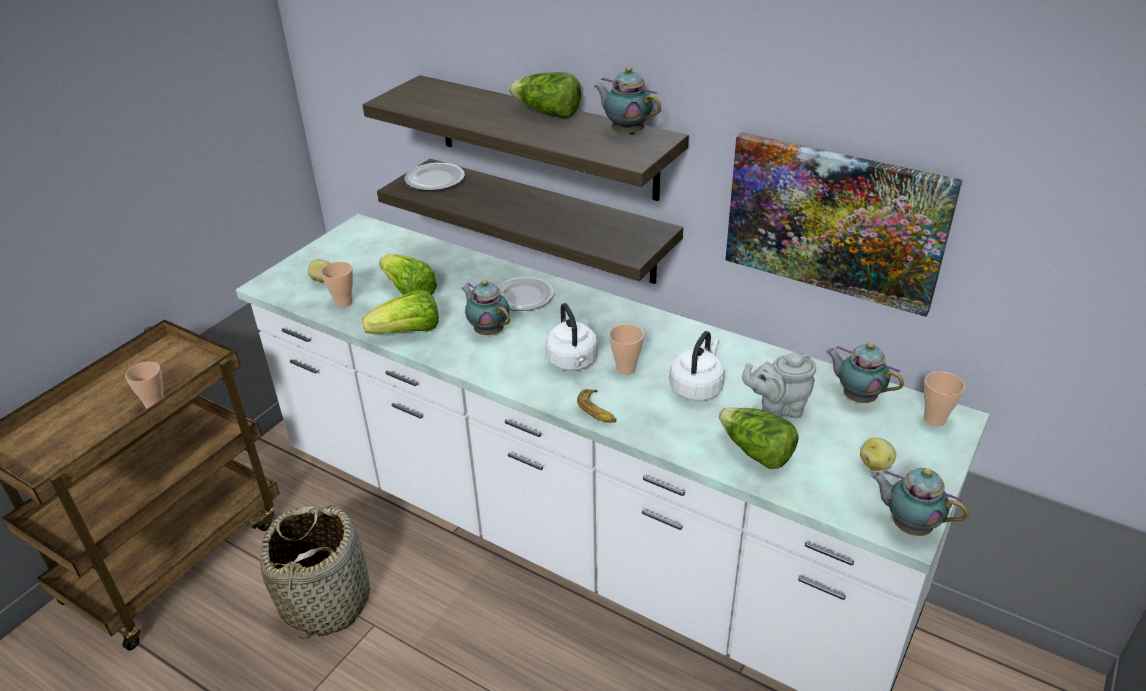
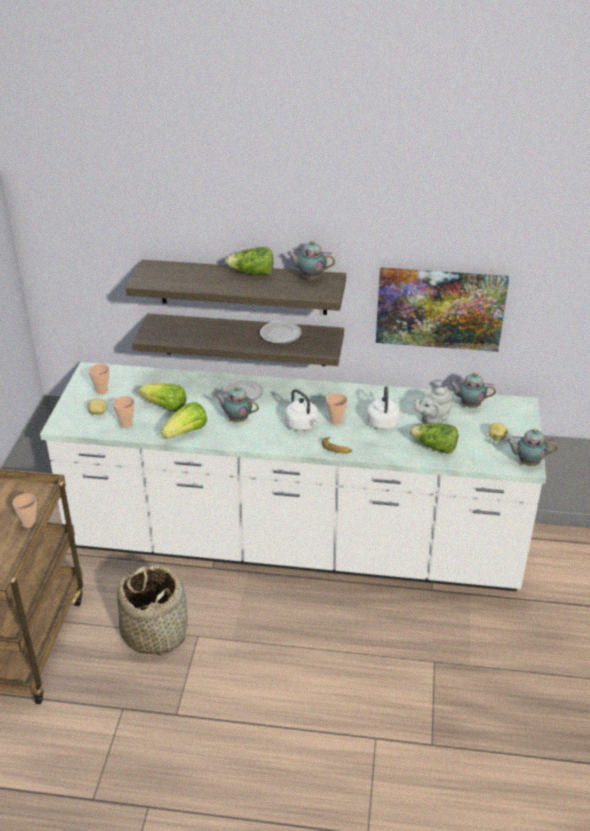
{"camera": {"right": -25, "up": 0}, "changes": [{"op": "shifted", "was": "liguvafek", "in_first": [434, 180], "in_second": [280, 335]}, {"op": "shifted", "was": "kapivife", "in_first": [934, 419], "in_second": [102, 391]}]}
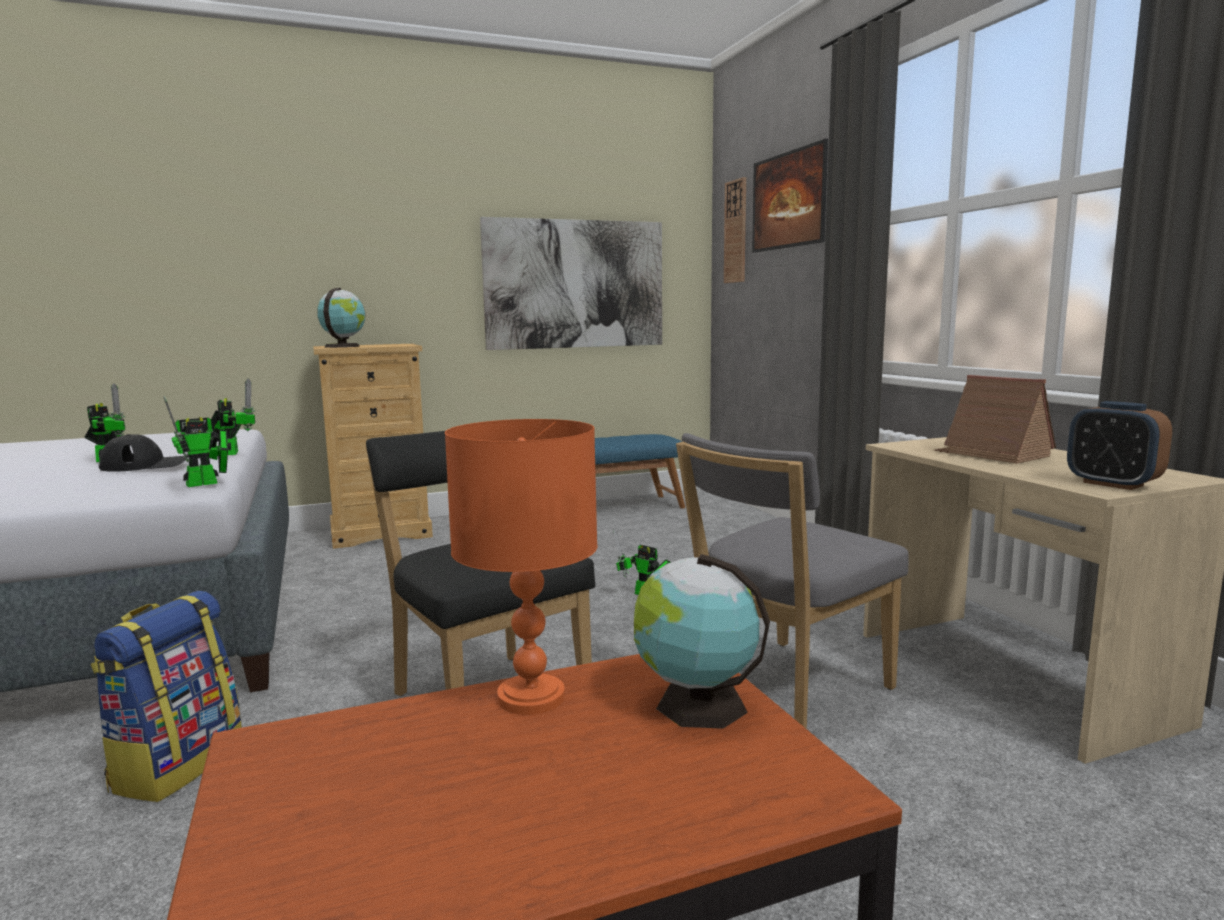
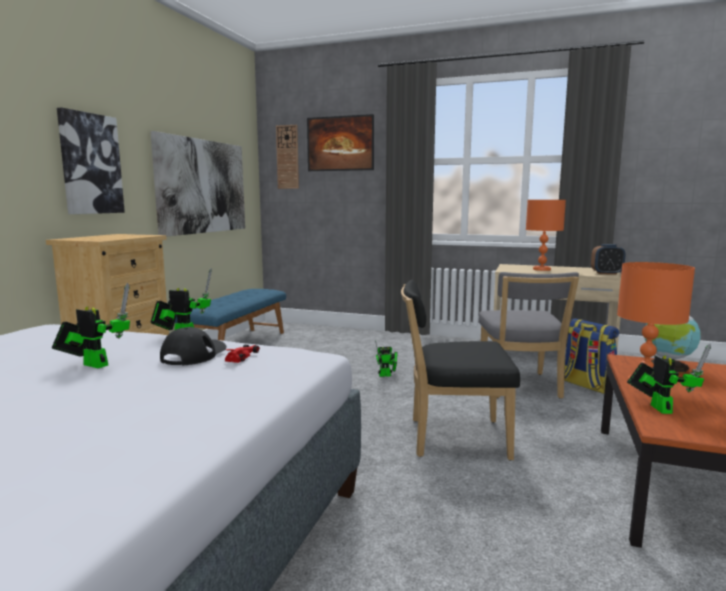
{"camera": {"right": -50, "up": 0}, "changes": [{"op": "gone", "was": "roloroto", "in_first": [343, 346]}, {"op": "swapped", "was": "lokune", "now": "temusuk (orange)", "in_first": [992, 454], "in_second": [541, 269]}, {"op": "shifted", "was": "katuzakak", "in_first": [207, 483], "in_second": [659, 407]}, {"op": "shifted", "was": "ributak", "in_first": [177, 765], "in_second": [586, 385]}, {"op": "new", "now": "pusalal", "in_second": [90, 164]}, {"op": "new", "now": "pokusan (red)", "in_second": [244, 356]}]}
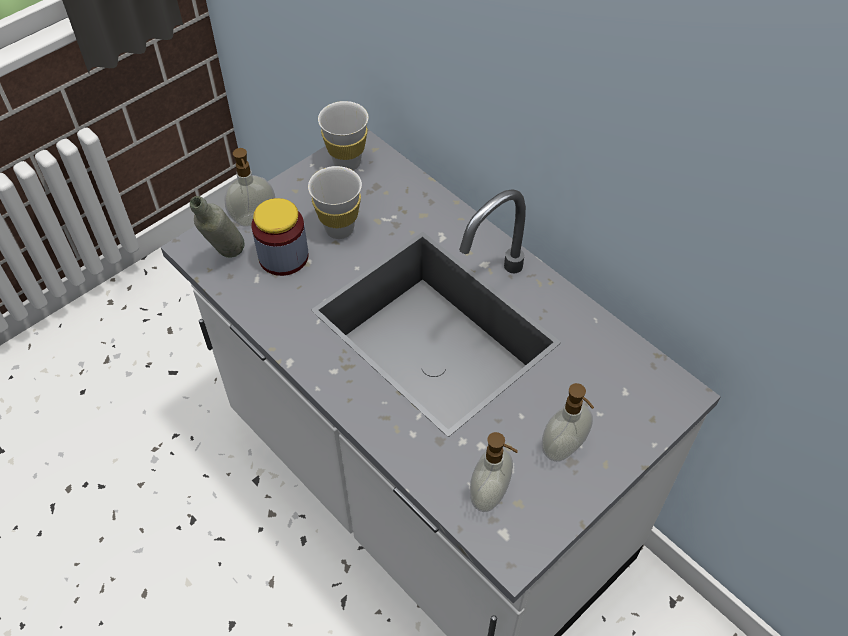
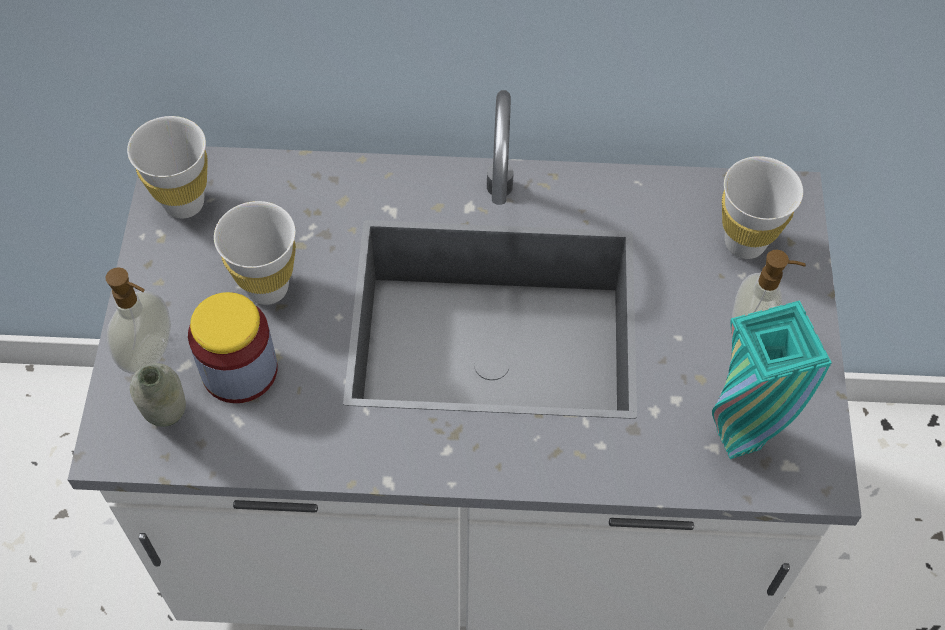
{"camera": {"right": -45, "up": 5}, "changes": [{"op": "swapped", "was": "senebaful", "now": "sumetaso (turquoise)", "in_first": [491, 495], "in_second": [738, 440]}, {"op": "new", "now": "kapivife (white)", "in_second": [745, 243]}]}
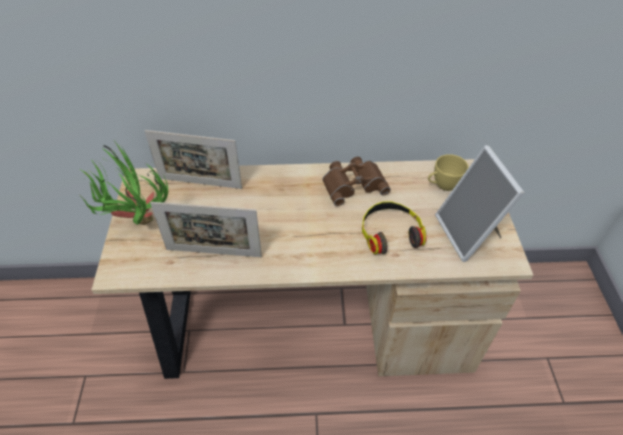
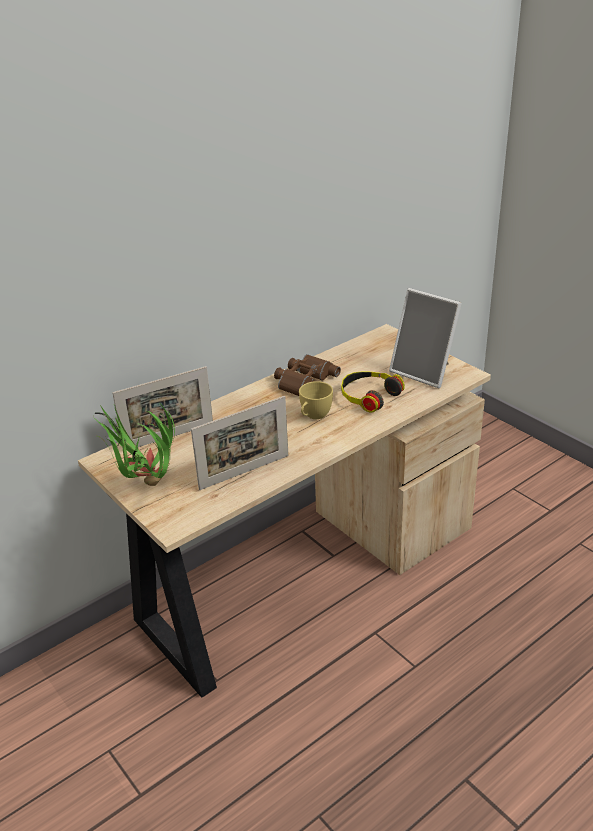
{"camera": {"right": -35, "up": -15}, "changes": [{"op": "shifted", "was": "kapivife (yellow)", "in_first": [442, 185], "in_second": [314, 416]}]}
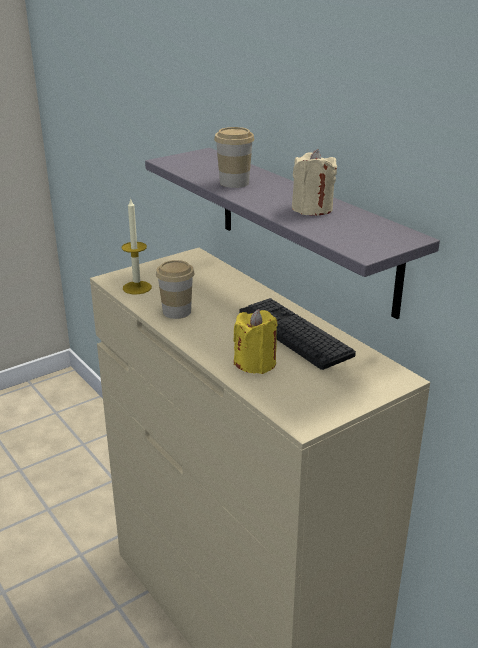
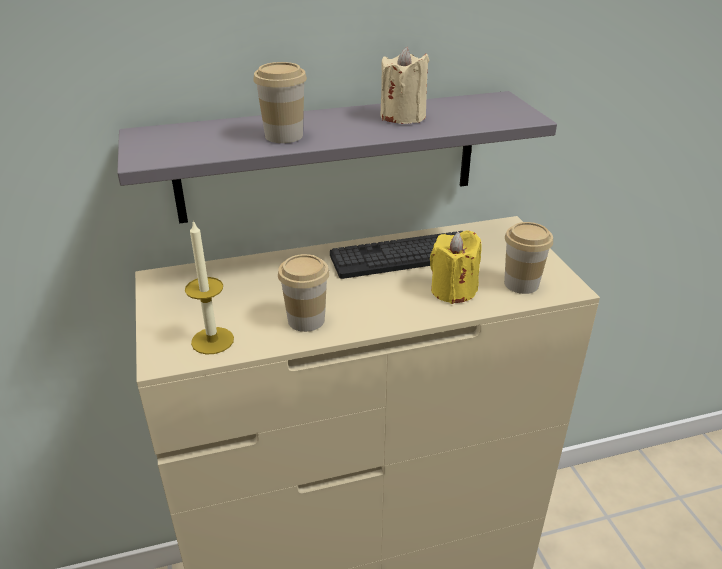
{"camera": {"right": -70, "up": 5}, "changes": [{"op": "new", "now": "kapivife", "in_second": [521, 284]}]}
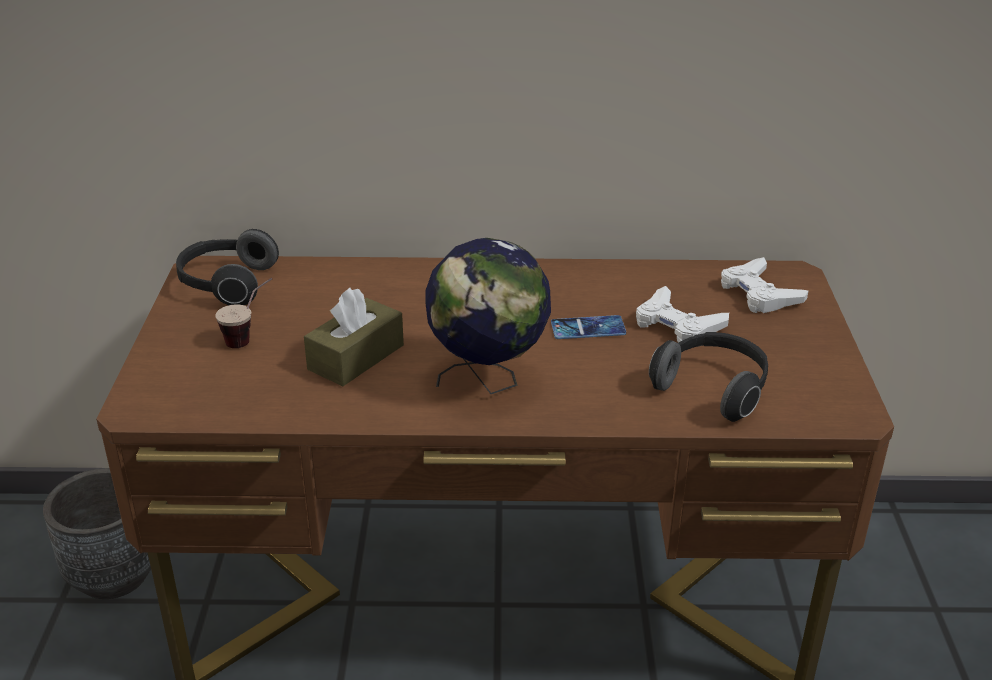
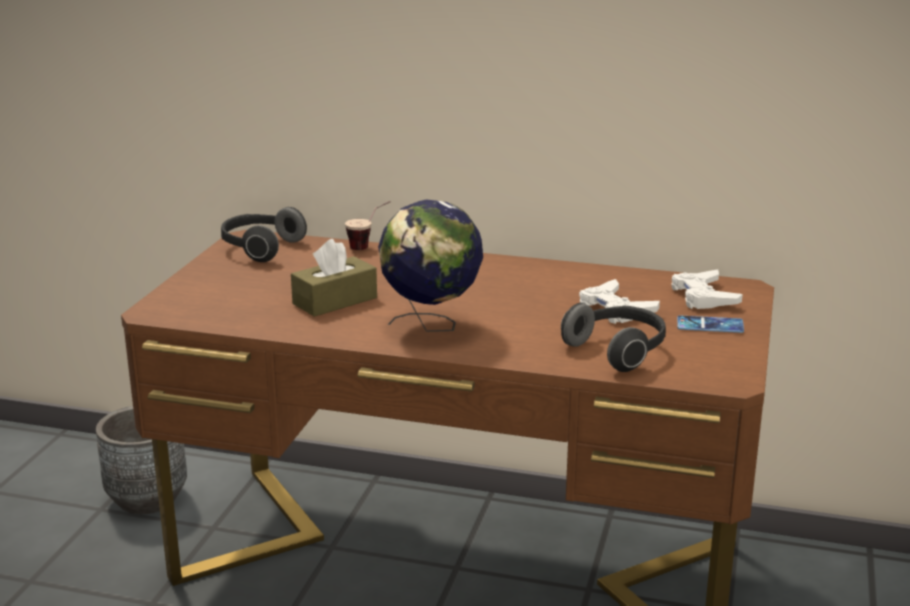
{"camera": {"right": 15, "up": -10}, "changes": [{"op": "shifted", "was": "kapivife", "in_first": [250, 337], "in_second": [369, 246]}, {"op": "shifted", "was": "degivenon", "in_first": [588, 328], "in_second": [710, 325]}]}
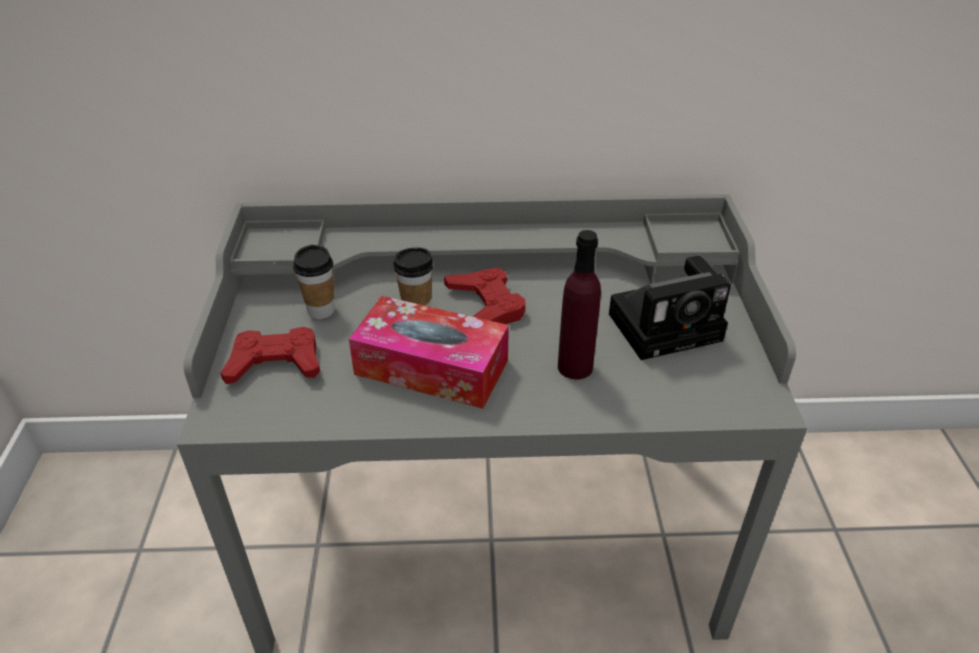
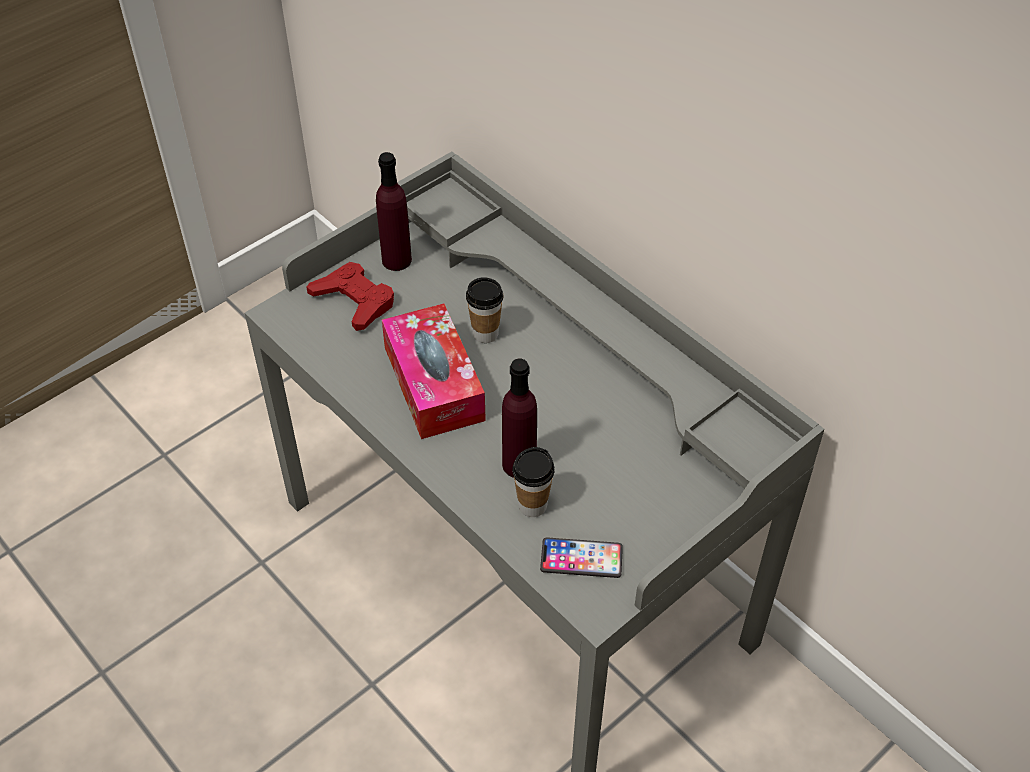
{"camera": {"right": 50, "up": 10}, "changes": [{"op": "shifted", "was": "kapivife", "in_first": [321, 310], "in_second": [532, 505]}, {"op": "gone", "was": "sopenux", "in_first": [668, 325]}, {"op": "gone", "was": "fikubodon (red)", "in_first": [486, 305]}, {"op": "new", "now": "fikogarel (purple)", "in_second": [396, 260]}, {"op": "new", "now": "degivenon", "in_second": [581, 558]}]}
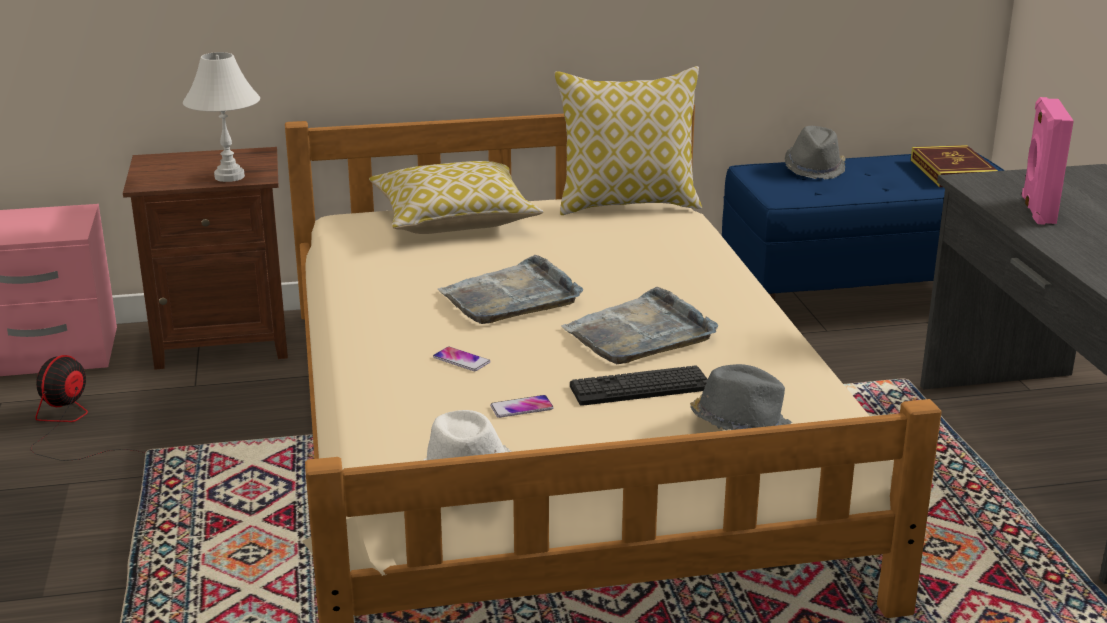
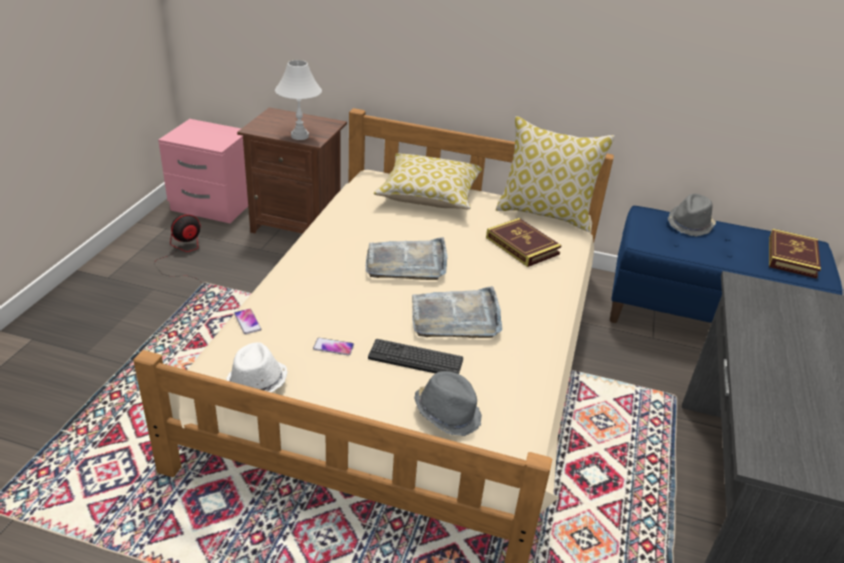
{"camera": {"right": 25, "up": 10}, "changes": [{"op": "gone", "was": "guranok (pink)", "in_first": [1036, 210]}, {"op": "shifted", "was": "degivenon", "in_first": [461, 360], "in_second": [247, 322]}, {"op": "new", "now": "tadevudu", "in_second": [522, 246]}]}
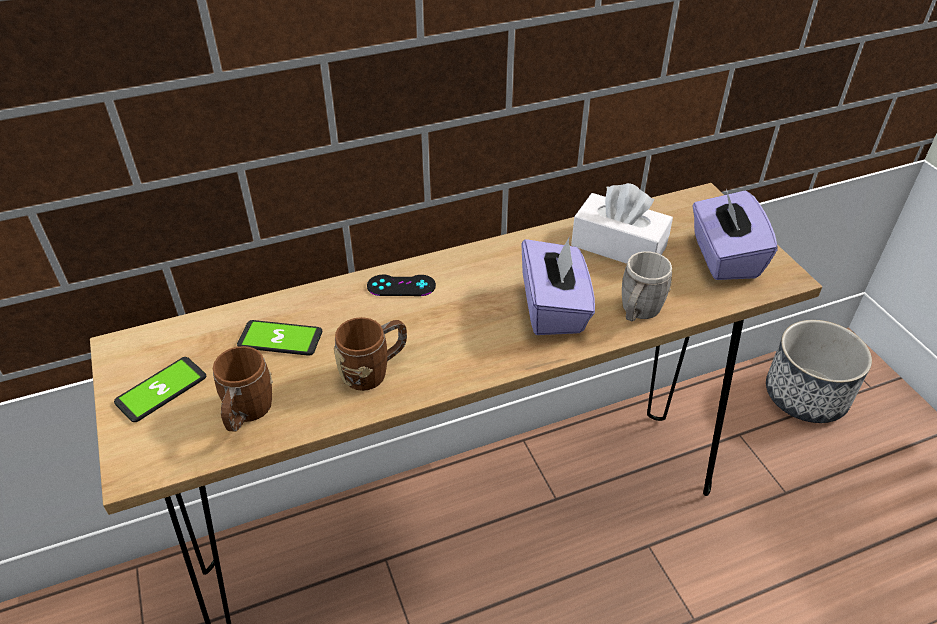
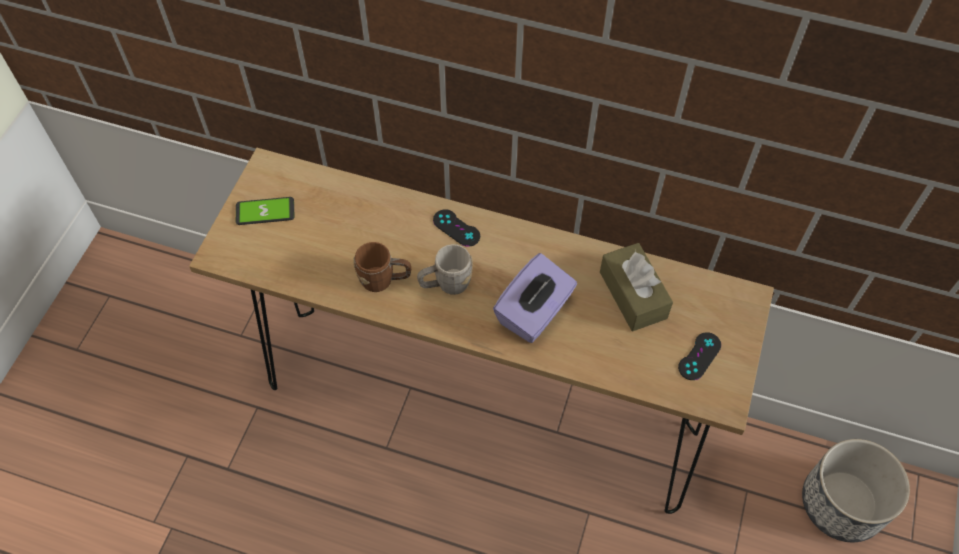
{"camera": {"right": 40, "up": 15}, "changes": [{"op": "repainted", "was": "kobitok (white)", "now": "kobitok (brown)", "in_first": [618, 246], "in_second": [633, 295]}, {"op": "swapped", "was": "kobitok (purple)", "now": "fikubodon (black)", "in_first": [723, 257], "in_second": [699, 356]}, {"op": "shifted", "was": "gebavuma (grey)", "in_first": [637, 312], "in_second": [446, 284]}, {"op": "gone", "was": "degivenon", "in_first": [280, 339]}, {"op": "gone", "was": "gebavuma (brown)", "in_first": [247, 414]}]}
